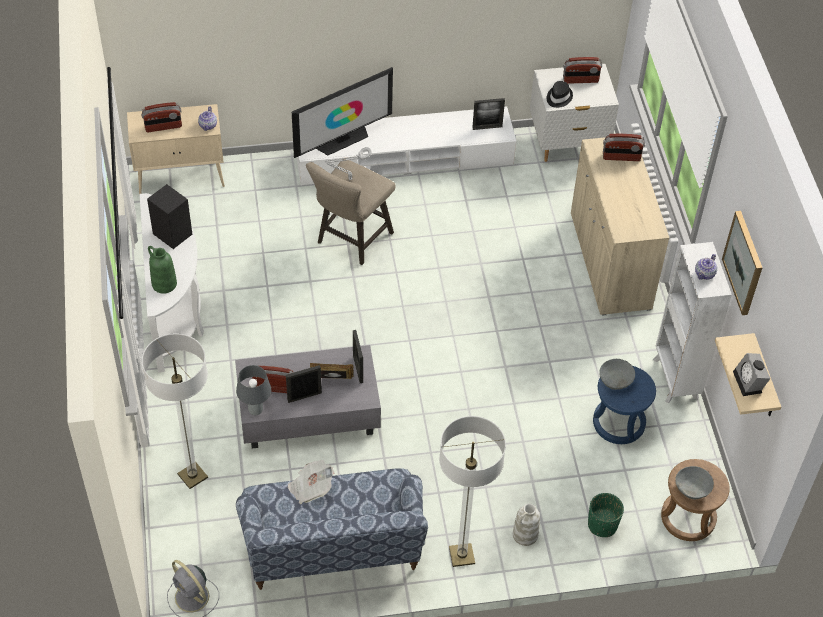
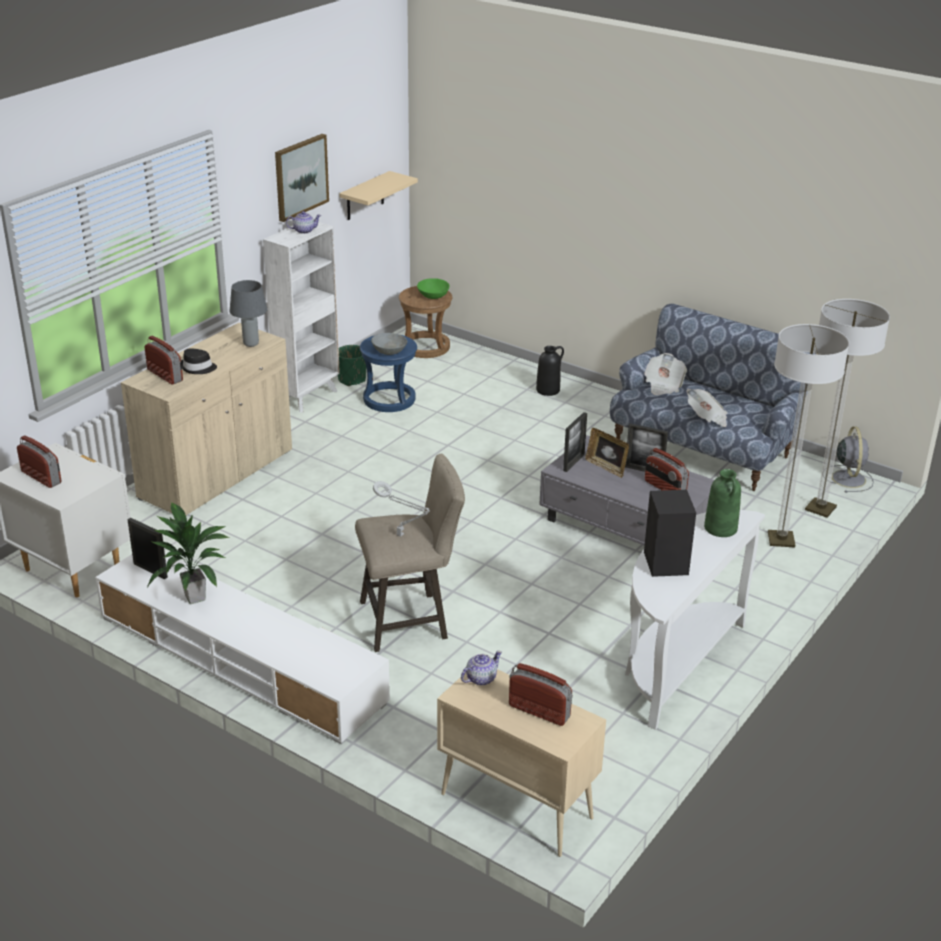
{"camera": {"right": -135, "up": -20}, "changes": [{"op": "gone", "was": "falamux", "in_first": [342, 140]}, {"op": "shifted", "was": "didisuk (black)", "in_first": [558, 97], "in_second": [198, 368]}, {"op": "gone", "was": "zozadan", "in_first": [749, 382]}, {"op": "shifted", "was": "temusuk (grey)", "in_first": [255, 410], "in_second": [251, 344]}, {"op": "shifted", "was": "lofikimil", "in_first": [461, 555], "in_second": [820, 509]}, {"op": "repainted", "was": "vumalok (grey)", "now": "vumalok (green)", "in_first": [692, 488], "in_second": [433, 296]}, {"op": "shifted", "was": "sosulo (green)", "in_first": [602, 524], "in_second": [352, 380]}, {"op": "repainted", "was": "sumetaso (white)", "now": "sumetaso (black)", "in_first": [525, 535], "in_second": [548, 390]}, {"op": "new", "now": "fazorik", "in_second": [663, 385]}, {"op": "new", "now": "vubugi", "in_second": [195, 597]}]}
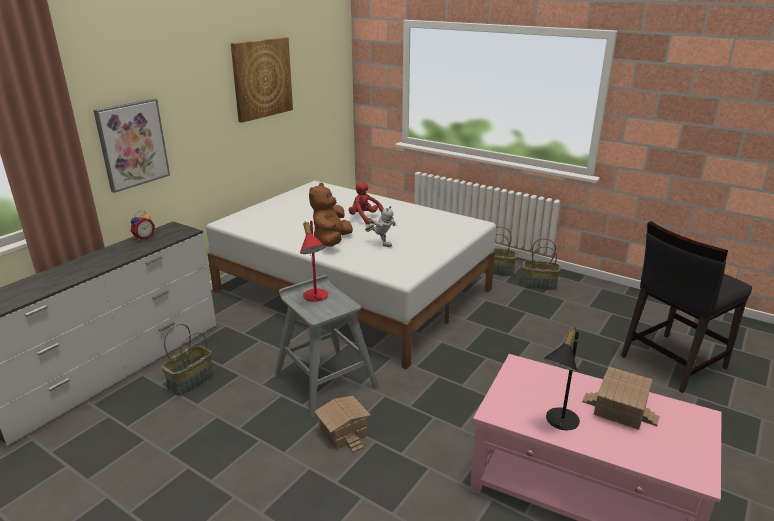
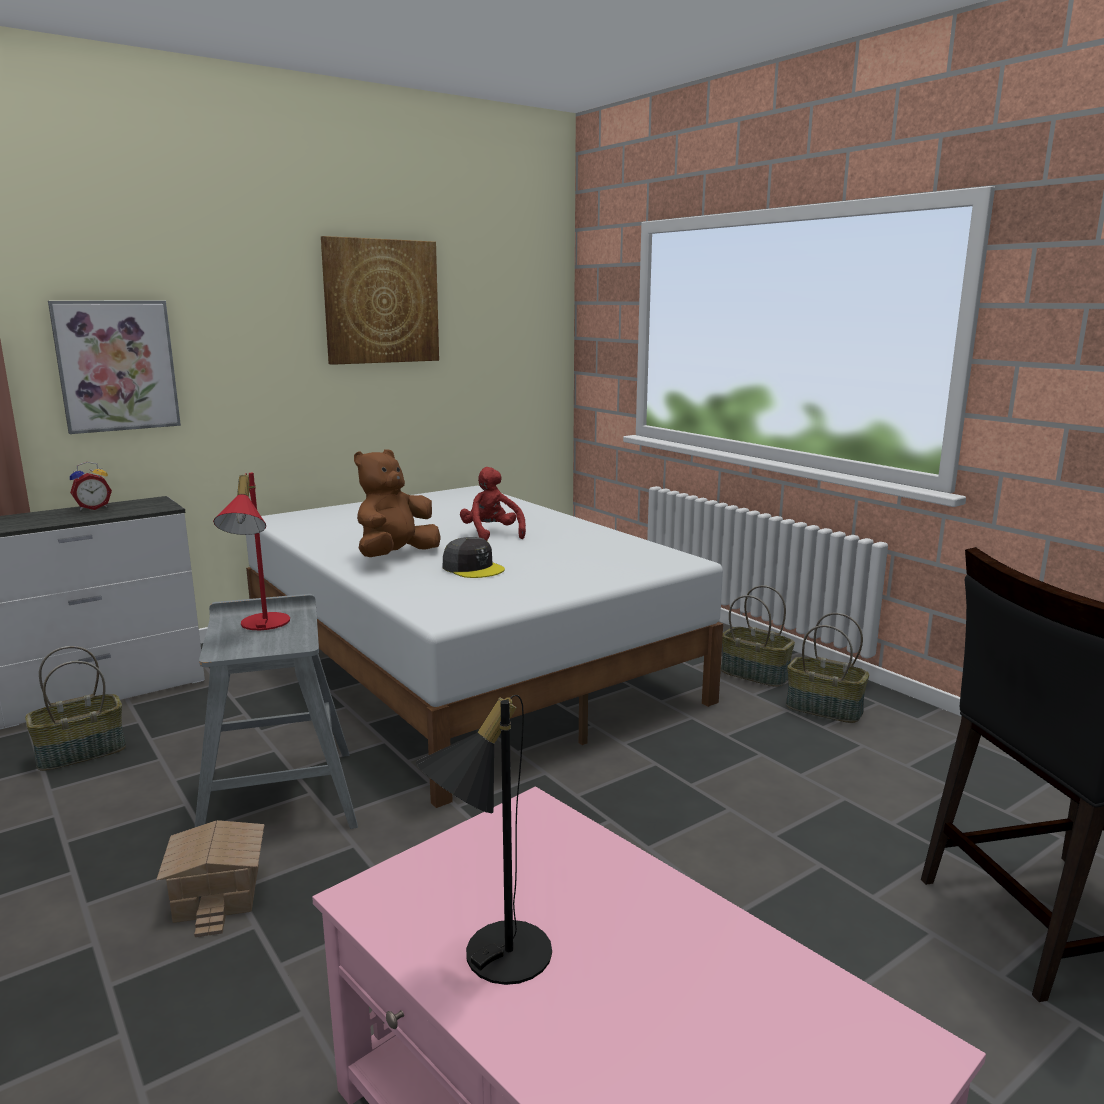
{"camera": {"right": 20, "up": -10}, "changes": [{"op": "swapped", "was": "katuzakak", "now": "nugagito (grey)", "in_first": [381, 243], "in_second": [473, 568]}, {"op": "gone", "was": "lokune", "in_first": [620, 409]}]}
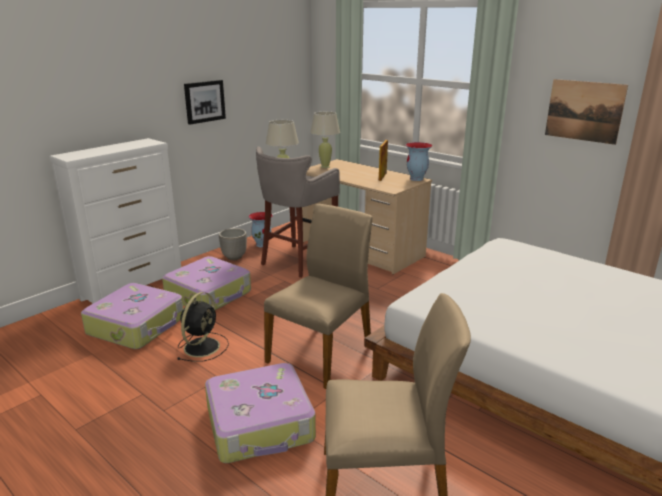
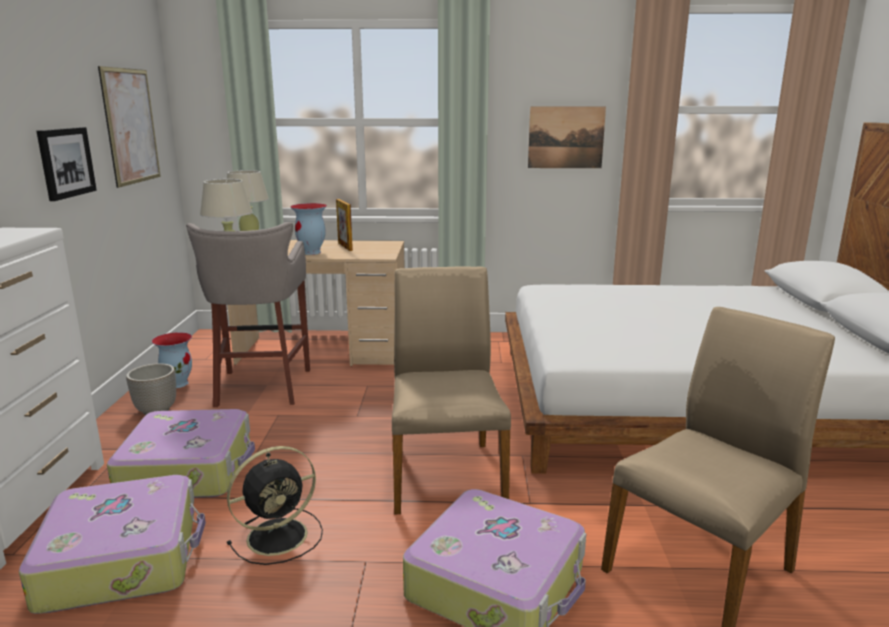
{"camera": {"right": -40, "up": -5}, "changes": [{"op": "shifted", "was": "sumetaso", "in_first": [417, 179], "in_second": [312, 252]}, {"op": "rotated", "was": "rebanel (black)", "in_first": [202, 346], "in_second": [280, 535], "clockwise": 75}, {"op": "new", "now": "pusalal", "in_second": [131, 126]}]}
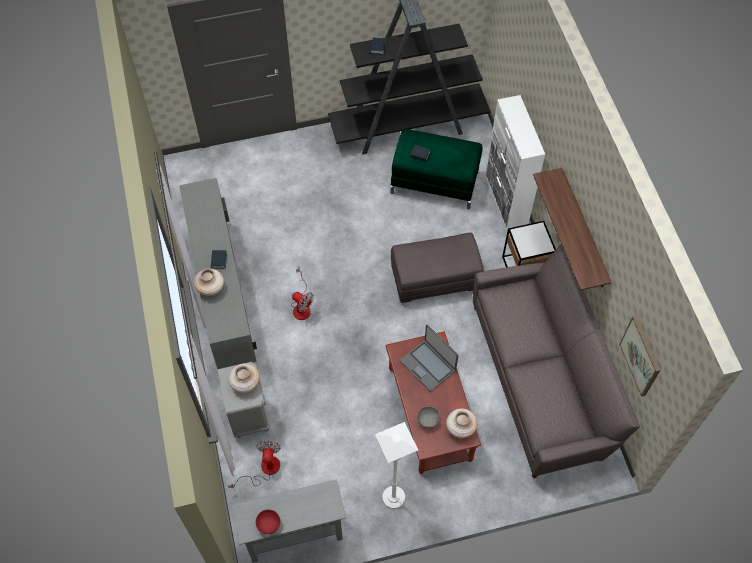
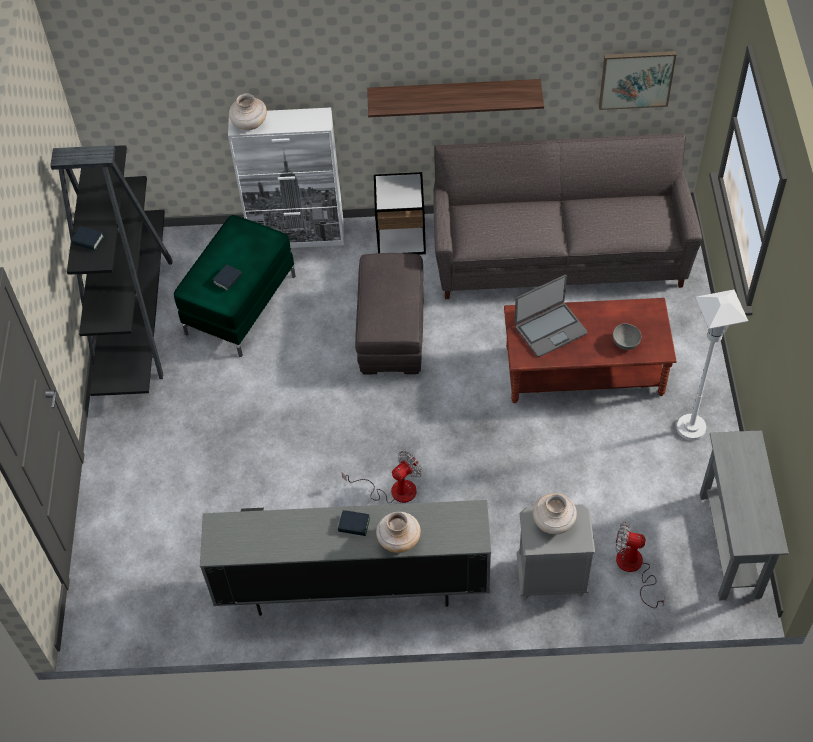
{"camera": {"right": -75, "up": -5}, "changes": [{"op": "shifted", "was": "sumetaso (beige)", "in_first": [460, 428], "in_second": [249, 124]}, {"op": "gone", "was": "vumalok (red)", "in_first": [269, 525]}]}
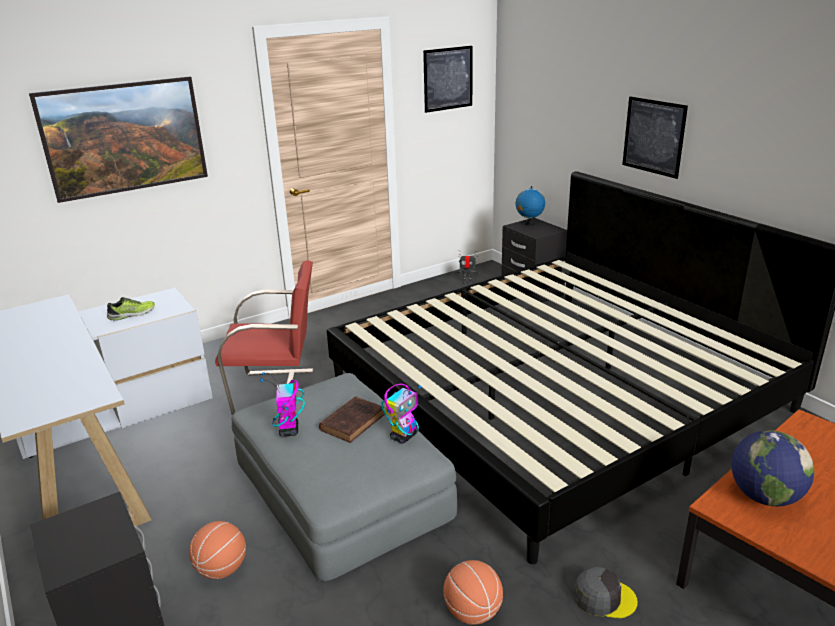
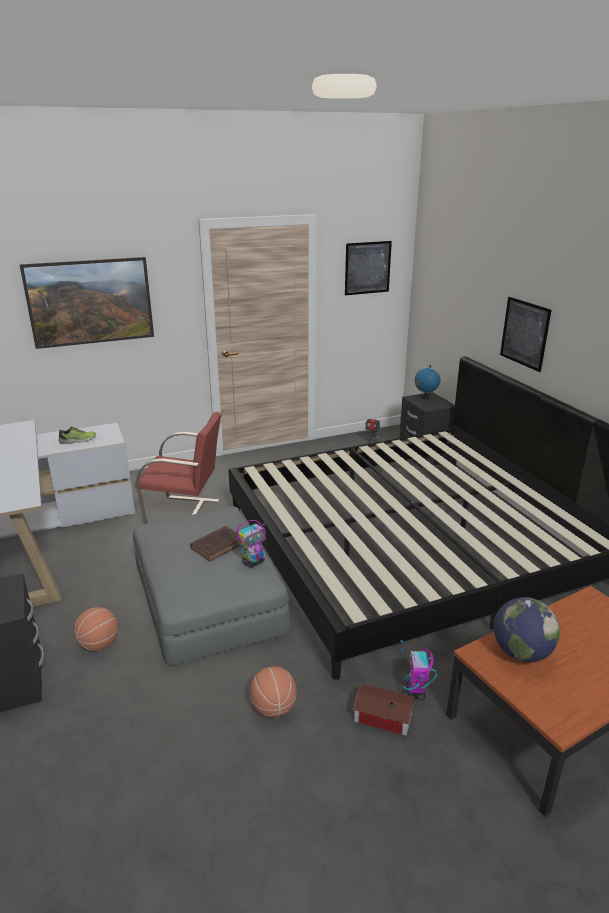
{"camera": {"right": 10, "up": 0}, "changes": [{"op": "shifted", "was": "katuzakak", "in_first": [289, 430], "in_second": [415, 692]}, {"op": "swapped", "was": "nugagito (grey)", "now": "lokune", "in_first": [604, 597], "in_second": [382, 715]}]}
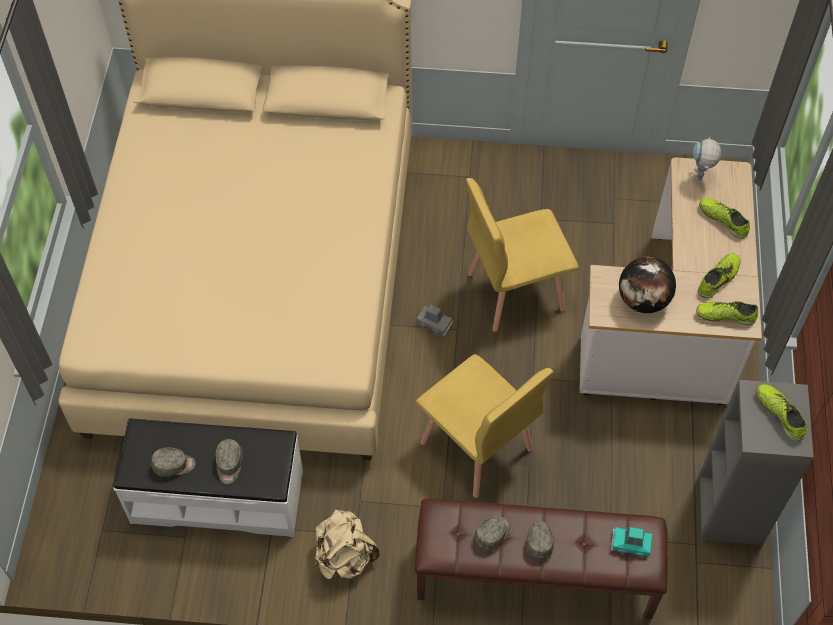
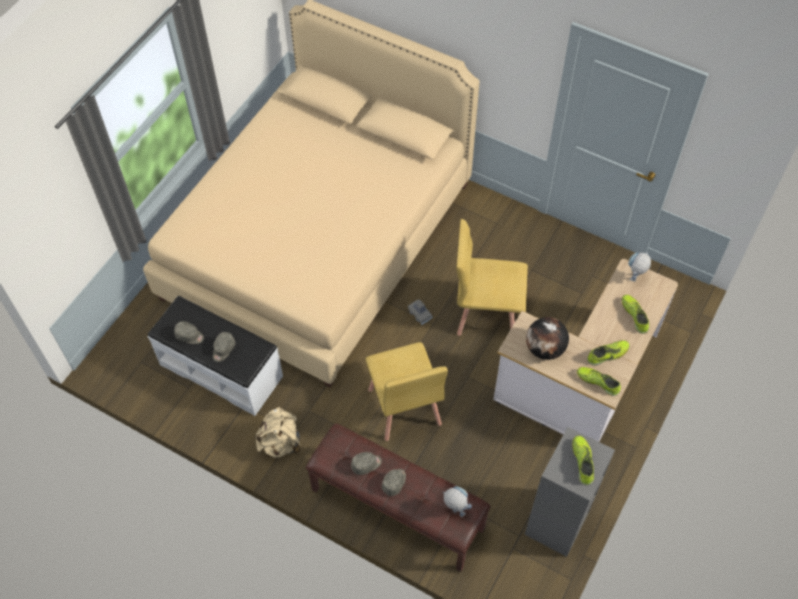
{"camera": {"right": 25, "up": 0}, "changes": [{"op": "swapped", "was": "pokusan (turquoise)", "now": "katuzakak", "in_first": [630, 544], "in_second": [454, 511]}]}
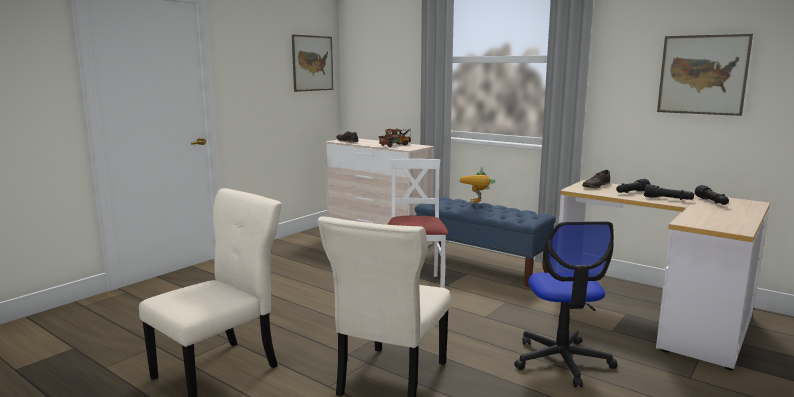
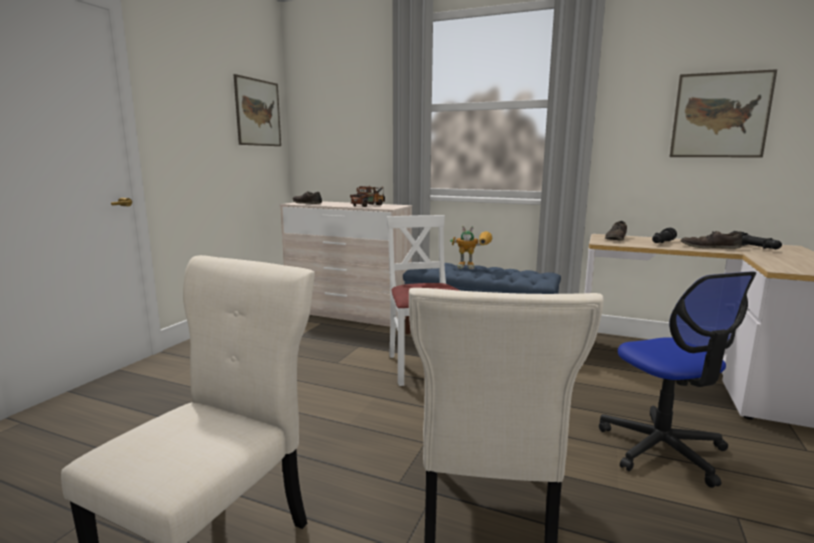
{"camera": {"right": -15, "up": 0}, "changes": [{"op": "rotated", "was": "katuzakak", "in_first": [478, 204], "in_second": [473, 267], "clockwise": -75}, {"op": "swapped", "was": "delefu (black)", "now": "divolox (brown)", "in_first": [668, 199], "in_second": [709, 247]}]}
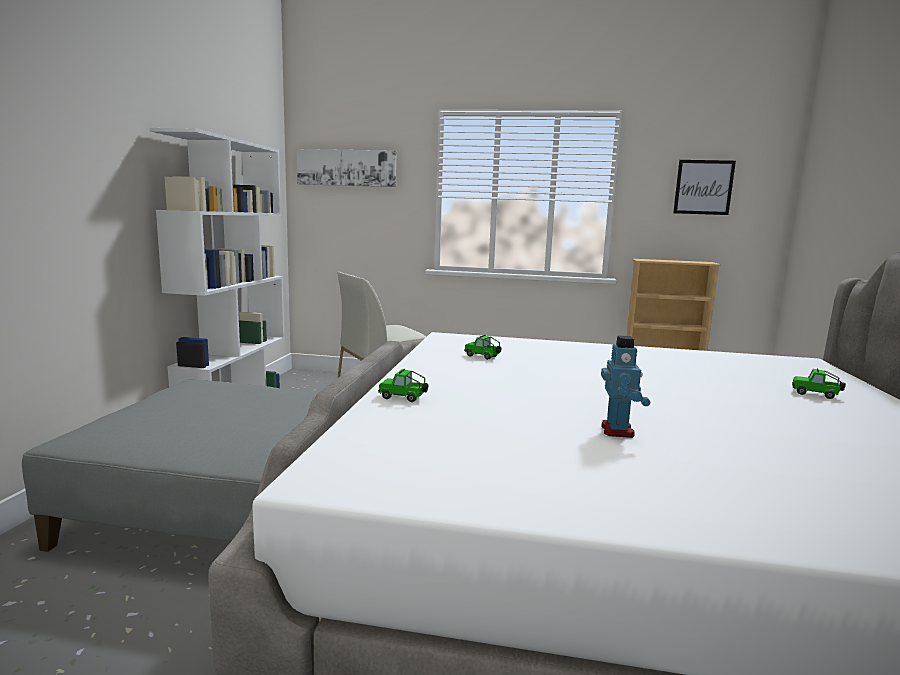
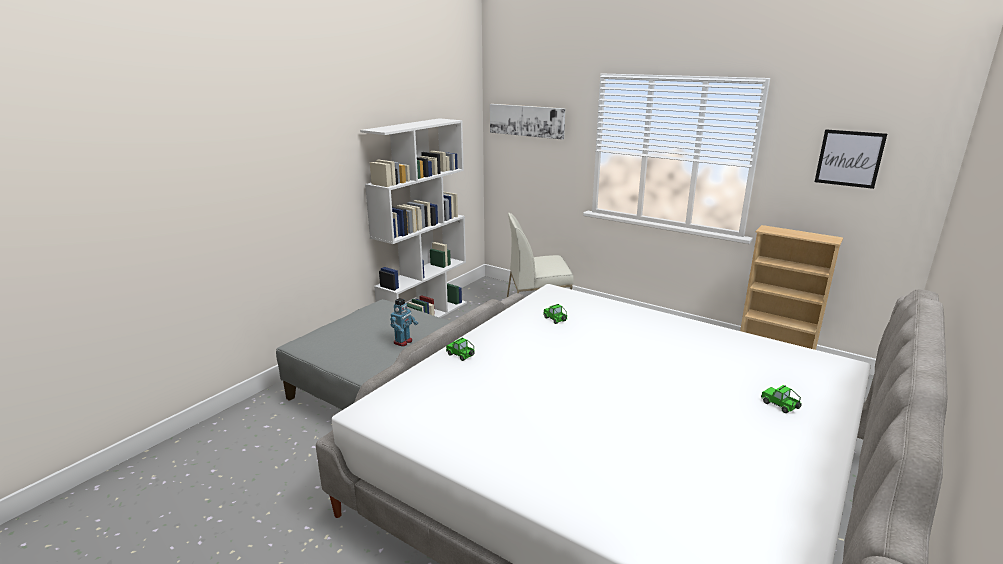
{"camera": {"right": 25, "up": 10}, "changes": [{"op": "shifted", "was": "katuzakak", "in_first": [618, 431], "in_second": [403, 342]}]}
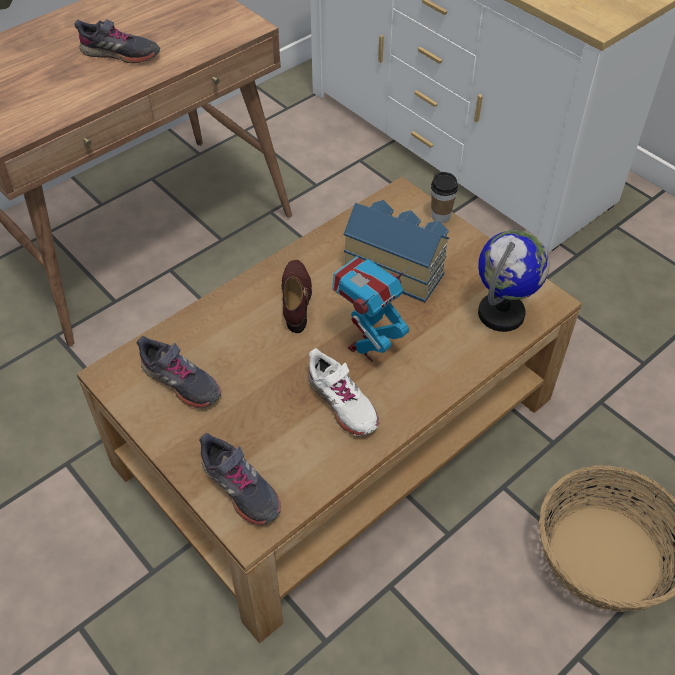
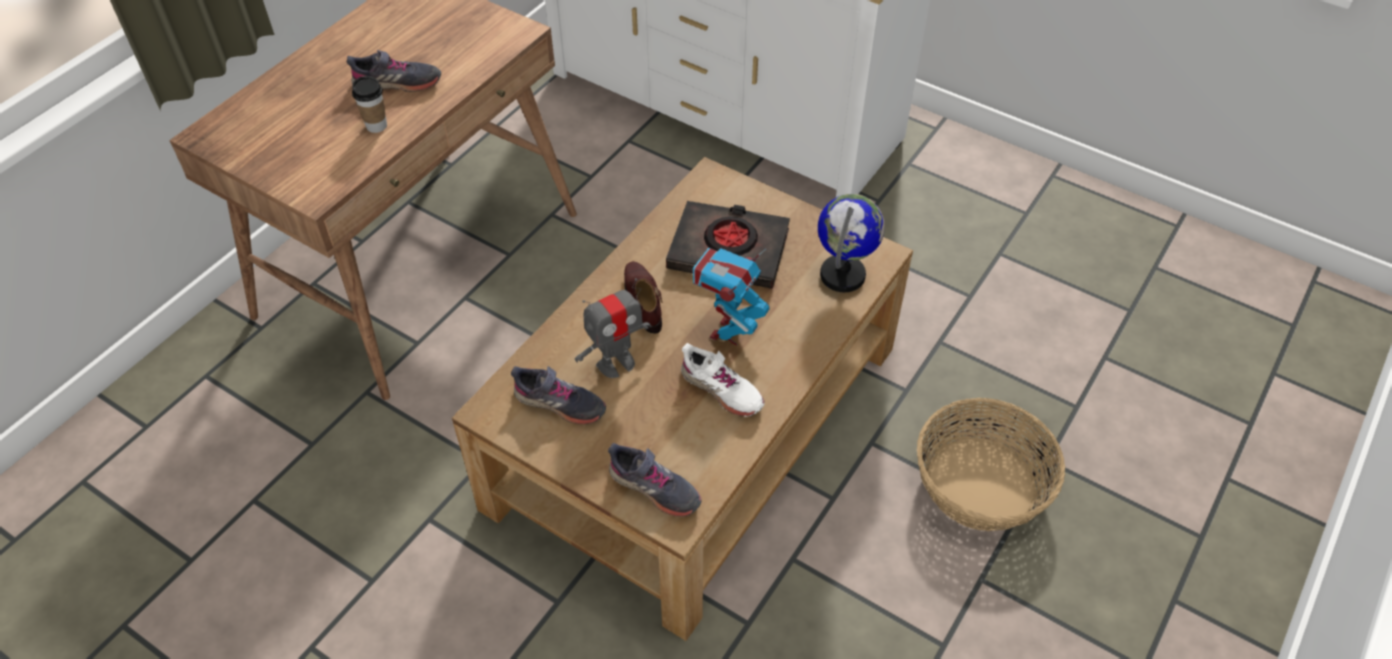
{"camera": {"right": -15, "up": 0}, "changes": [{"op": "shifted", "was": "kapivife", "in_first": [440, 216], "in_second": [376, 126]}, {"op": "swapped", "was": "lokune", "now": "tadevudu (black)", "in_first": [395, 267], "in_second": [729, 250]}, {"op": "new", "now": "katuzakak", "in_second": [616, 363]}]}
